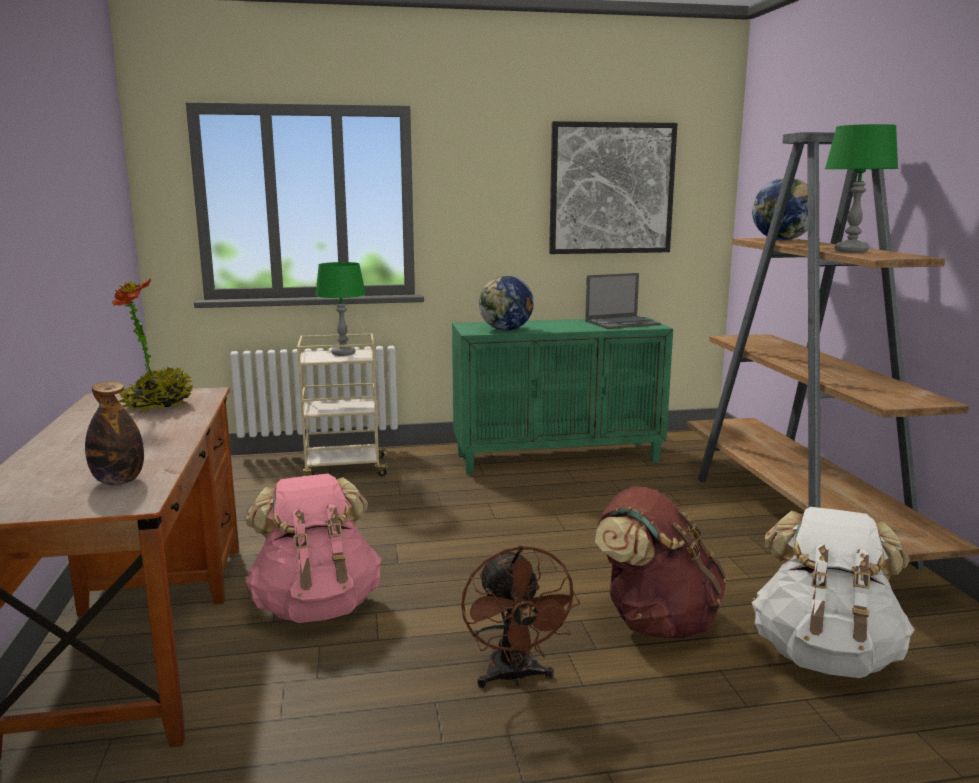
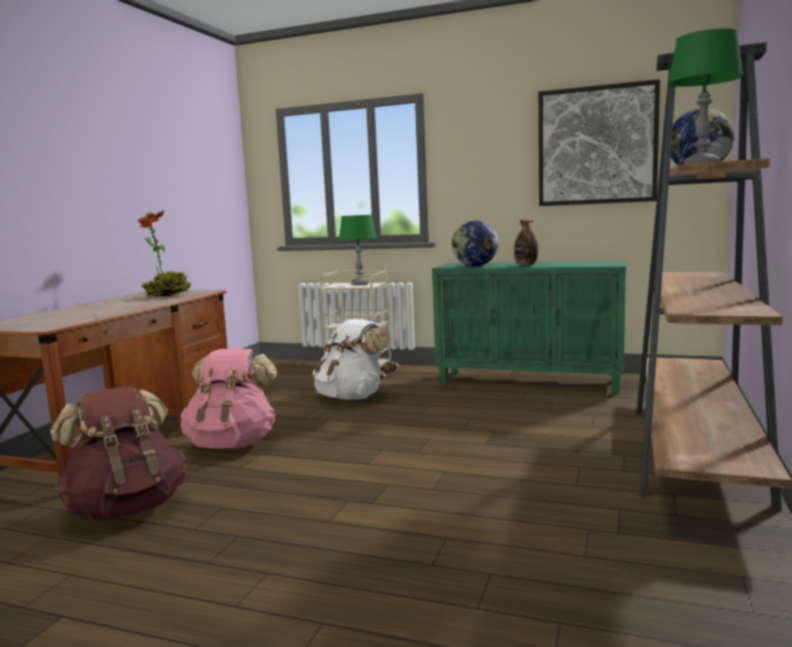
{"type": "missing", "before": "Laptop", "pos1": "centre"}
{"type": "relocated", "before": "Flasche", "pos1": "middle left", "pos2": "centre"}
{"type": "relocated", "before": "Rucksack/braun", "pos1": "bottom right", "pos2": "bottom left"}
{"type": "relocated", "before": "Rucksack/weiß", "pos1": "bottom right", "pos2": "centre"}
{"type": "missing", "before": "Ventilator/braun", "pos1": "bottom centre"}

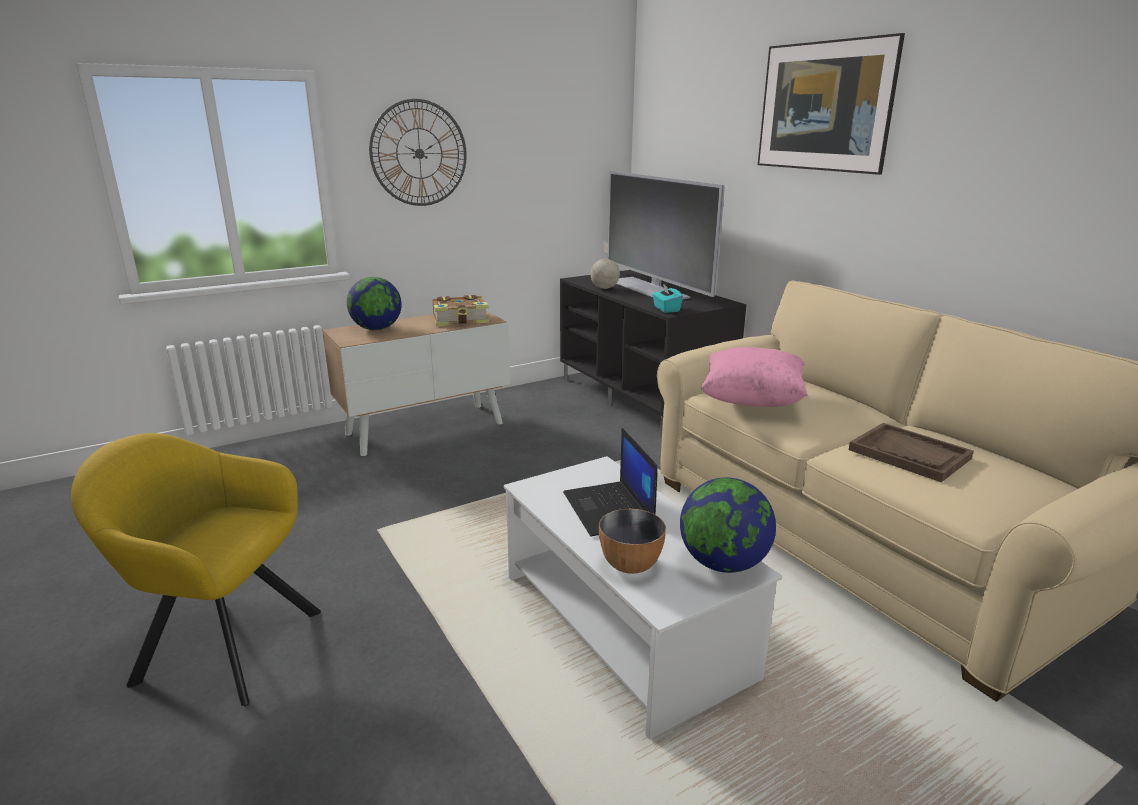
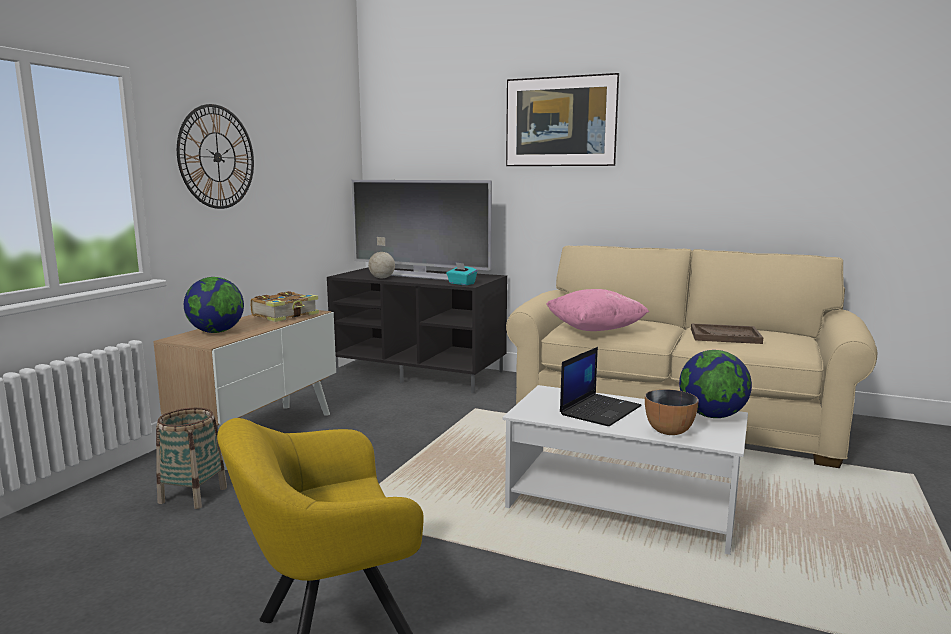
{"type": "spun", "before": "Laptop", "pos1": "centre", "pos2": "centre", "turn": -90}
{"type": "appeared", "after": "Korb", "pos2": "bottom left"}

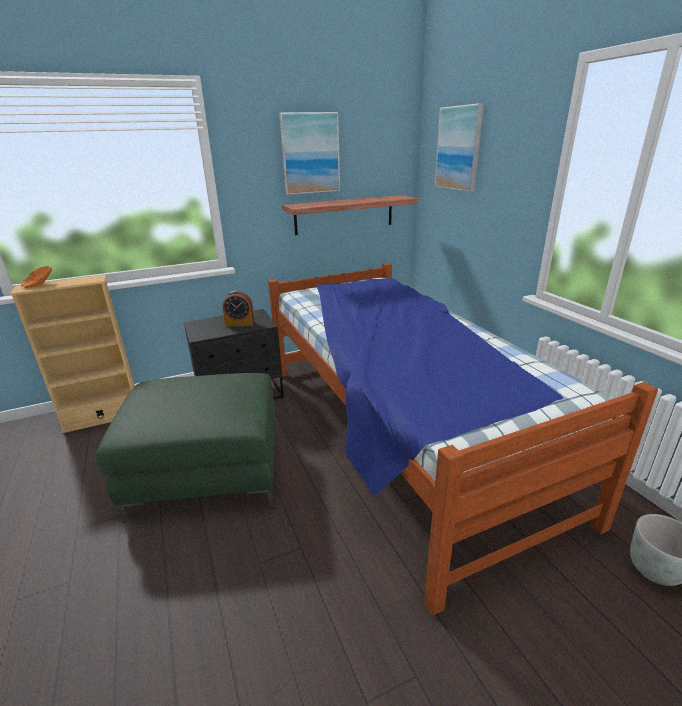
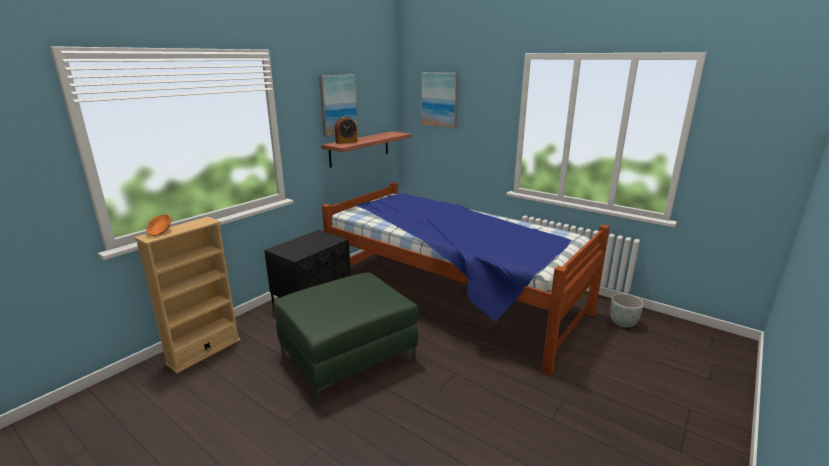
{"type": "relocated", "before": "Wecker", "pos1": "centre", "pos2": "top centre"}

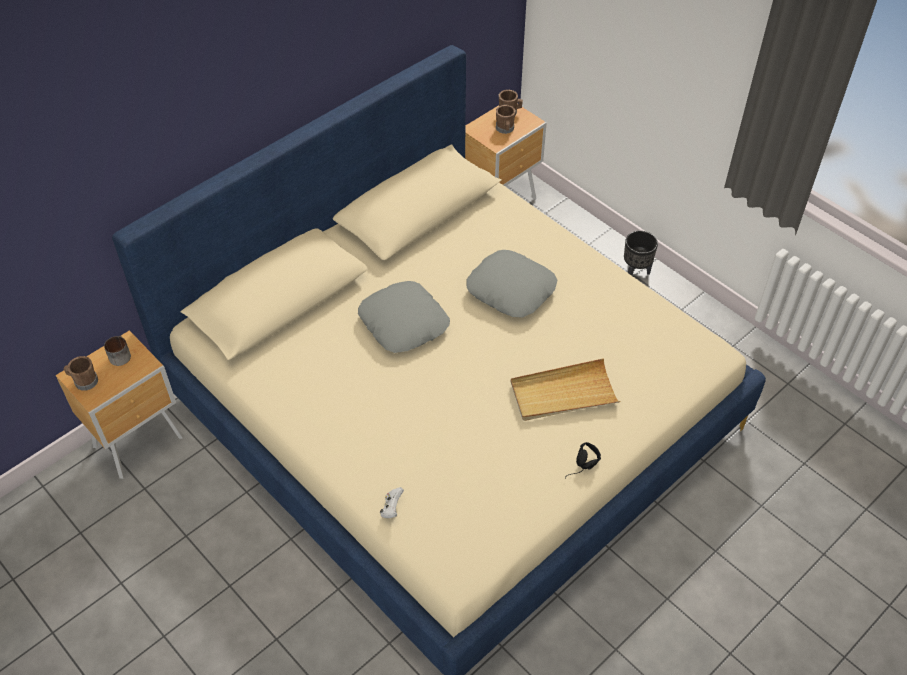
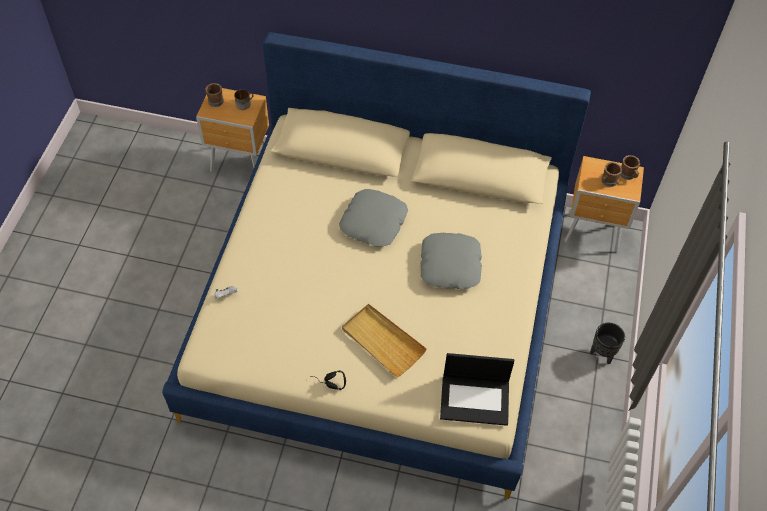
{"type": "appeared", "after": "Laptop", "pos2": "bottom centre"}

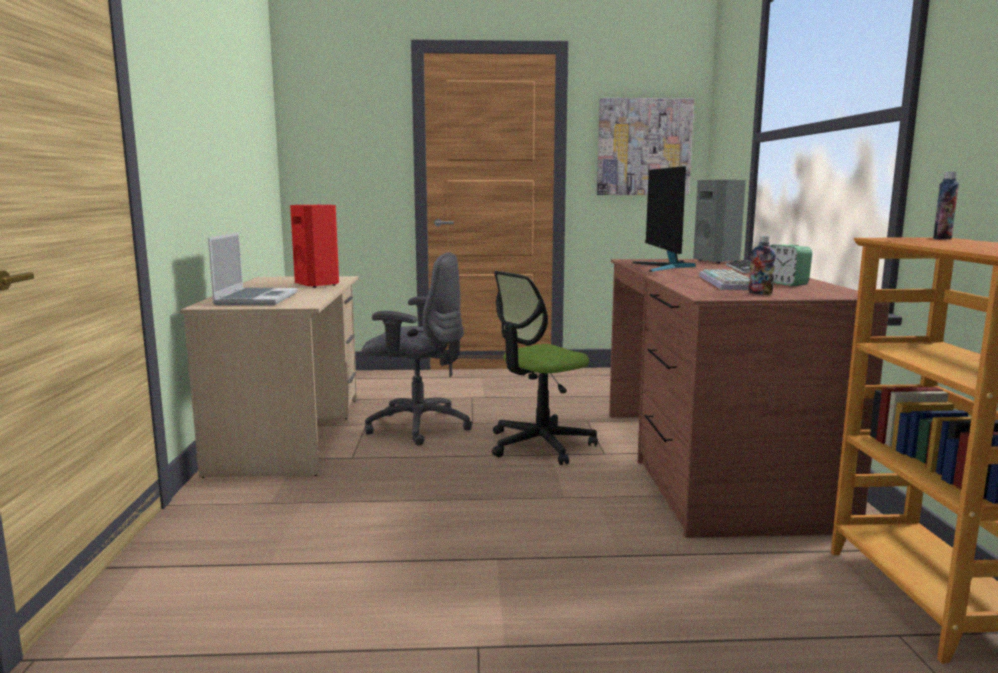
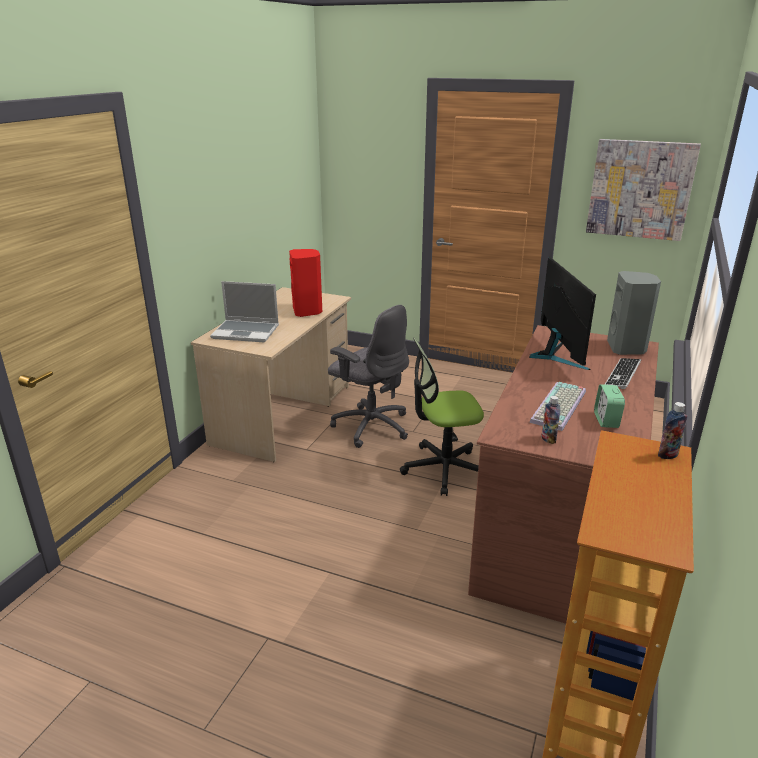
{"type": "spun", "before": "Monitor", "pos1": "top centre", "pos2": "middle right", "turn": 150}
{"type": "spun", "before": "Laptop", "pos1": "middle left", "pos2": "middle left", "turn": 75}

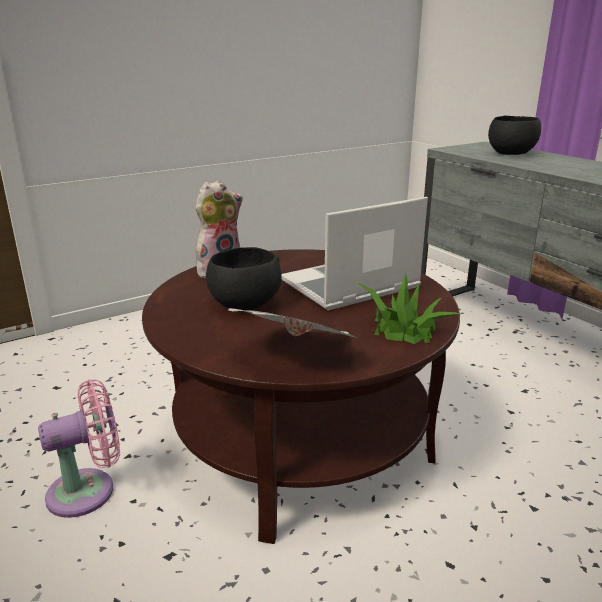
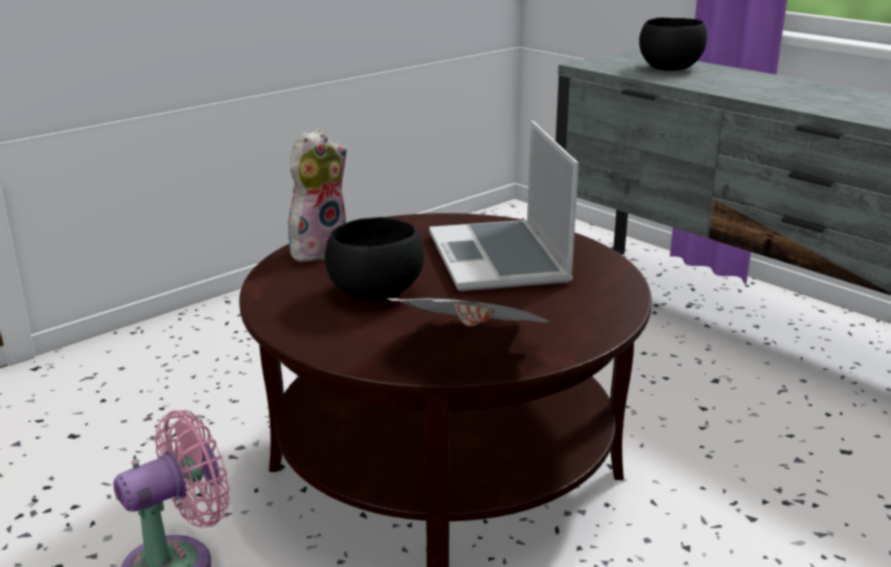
{"type": "spun", "before": "Laptop", "pos1": "centre", "pos2": "centre", "turn": -60}
{"type": "missing", "before": "Topfpflanze", "pos1": "middle right"}

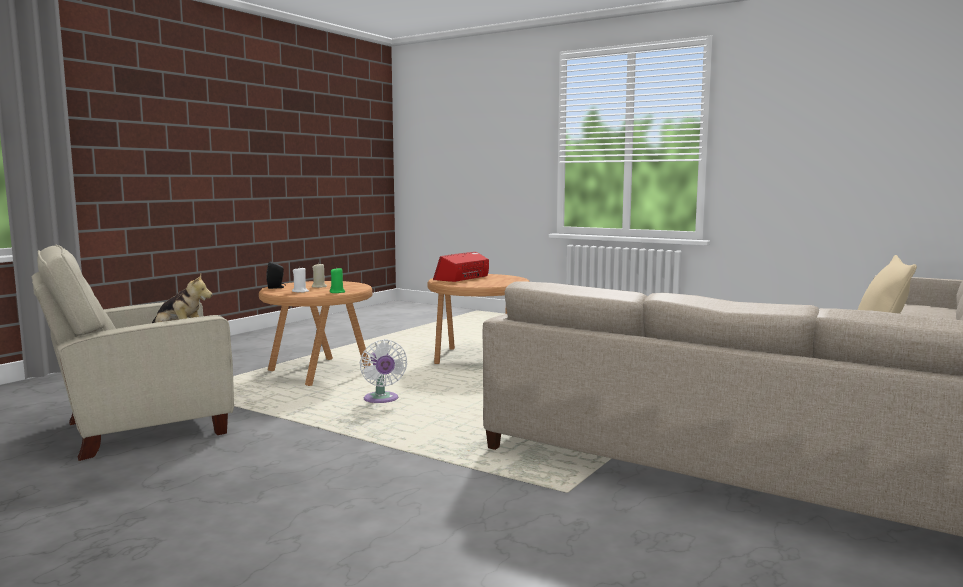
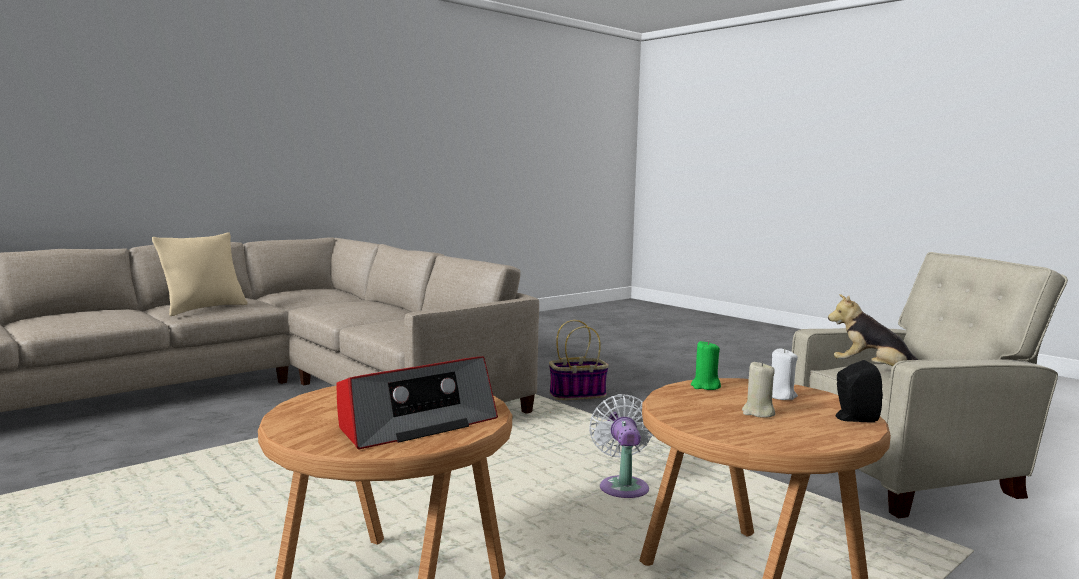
{"type": "appeared", "after": "Korb", "pos2": "centre"}

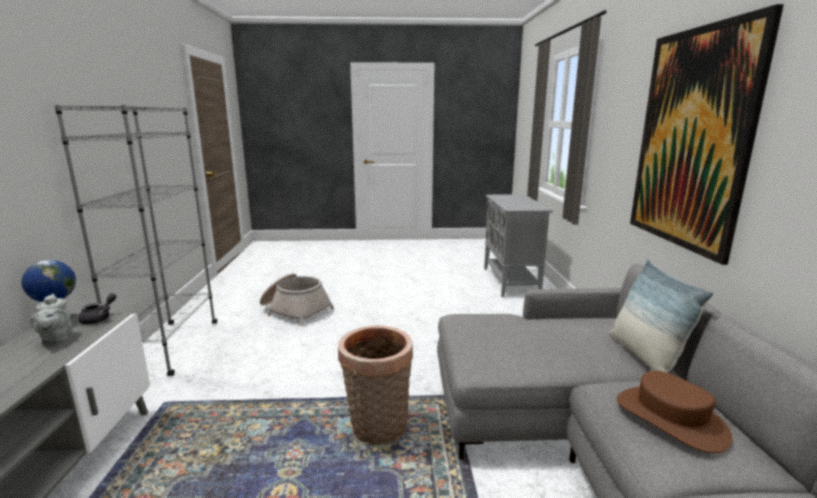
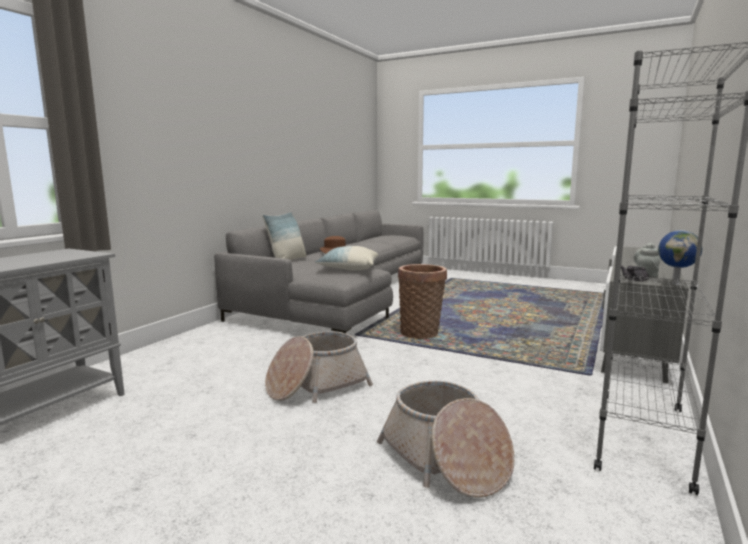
{"type": "missing", "before": "Bild", "pos1": "top right"}
{"type": "appeared", "after": "Kissen (no. 2 from left)", "pos2": "centre"}
{"type": "appeared", "after": "Korb (no. 1 from left)", "pos2": "bottom centre"}

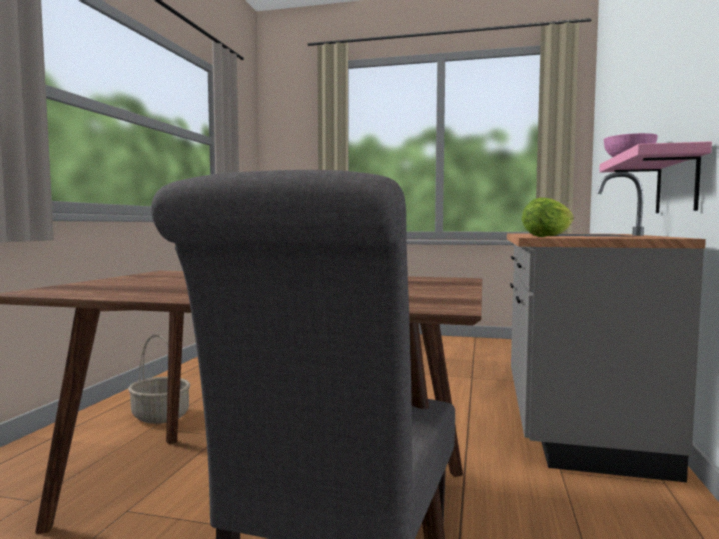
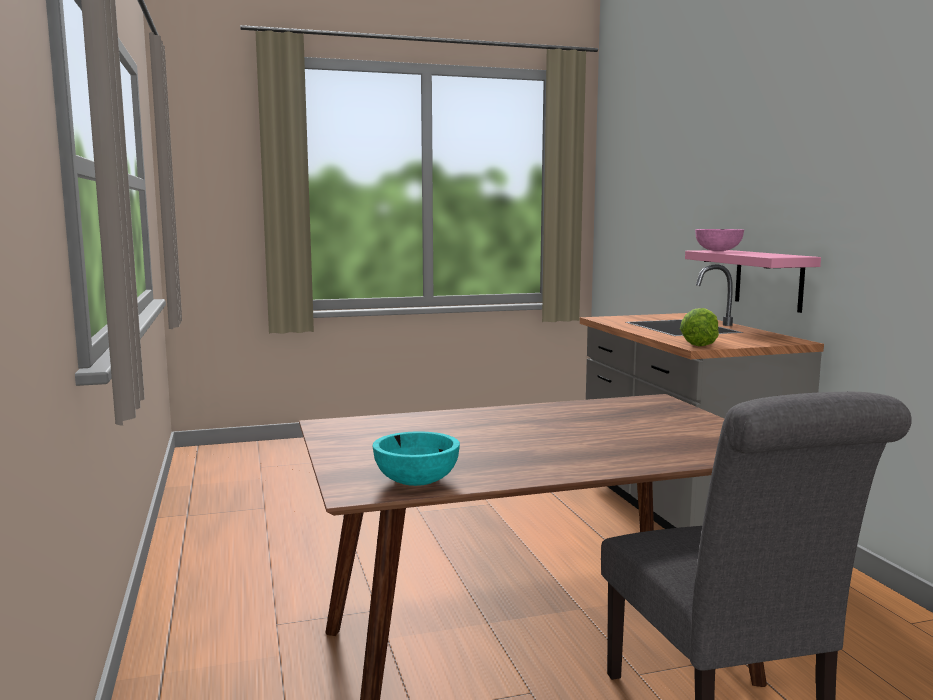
{"type": "missing", "before": "Korb", "pos1": "bottom left"}
{"type": "appeared", "after": "Schüssel/türkis", "pos2": "centre"}

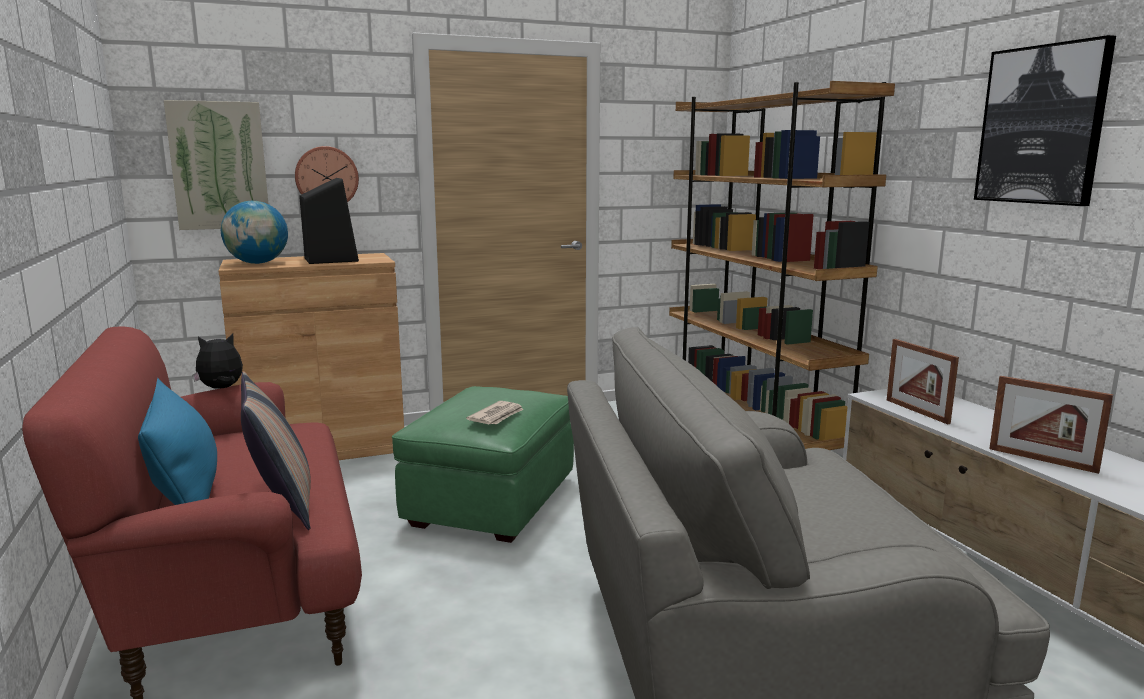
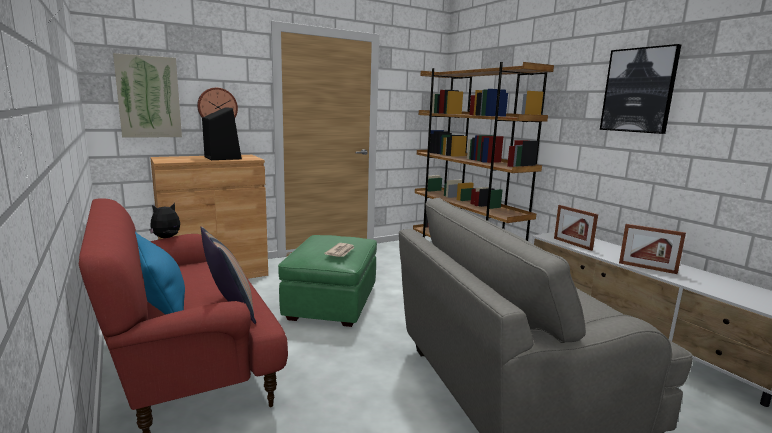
{"type": "missing", "before": "Globus", "pos1": "top left"}

